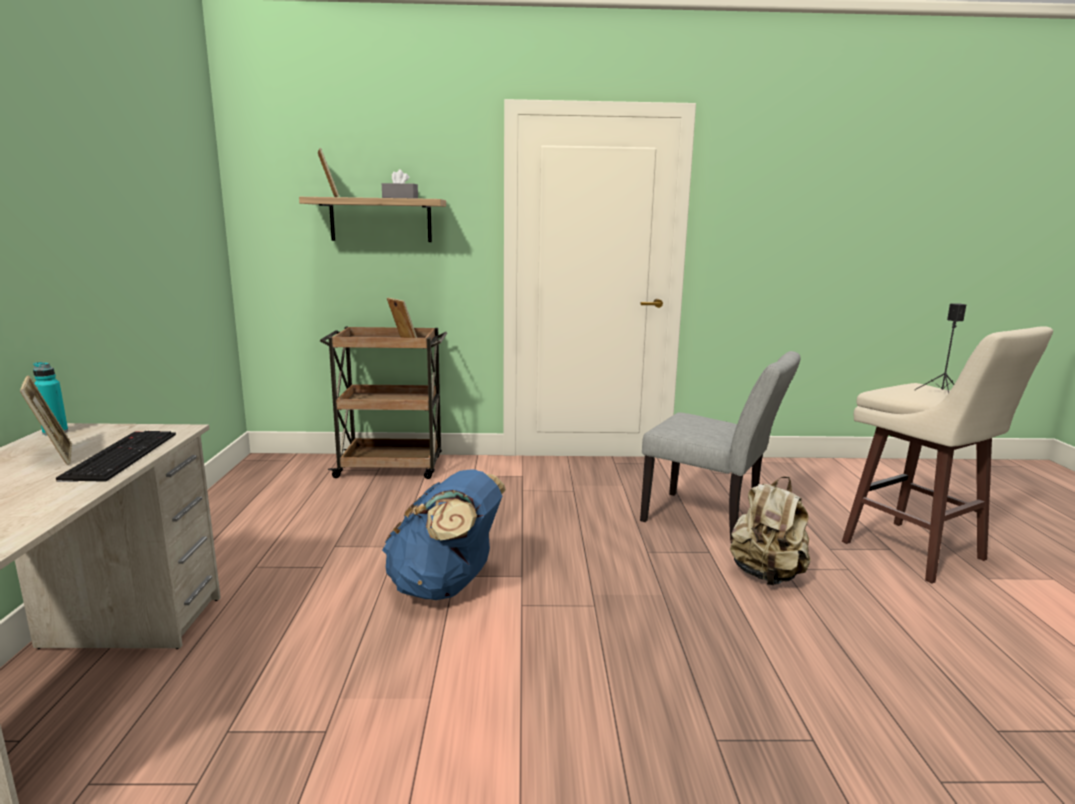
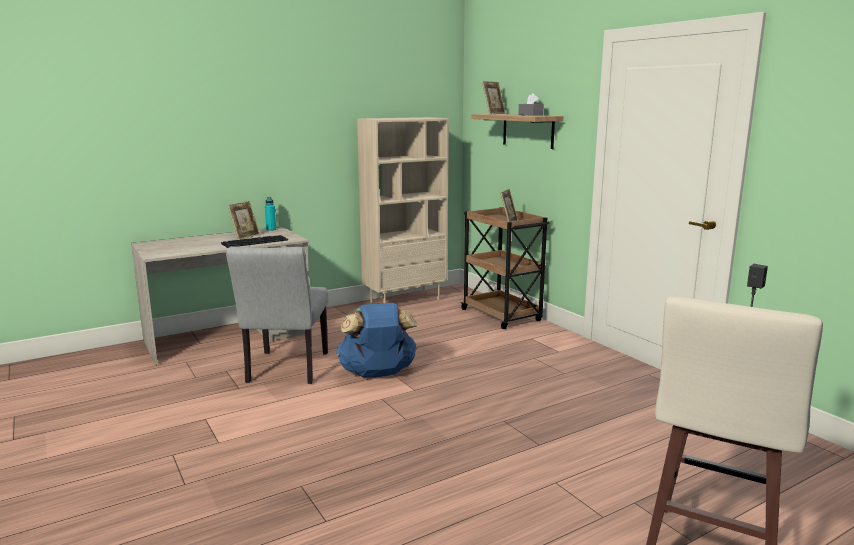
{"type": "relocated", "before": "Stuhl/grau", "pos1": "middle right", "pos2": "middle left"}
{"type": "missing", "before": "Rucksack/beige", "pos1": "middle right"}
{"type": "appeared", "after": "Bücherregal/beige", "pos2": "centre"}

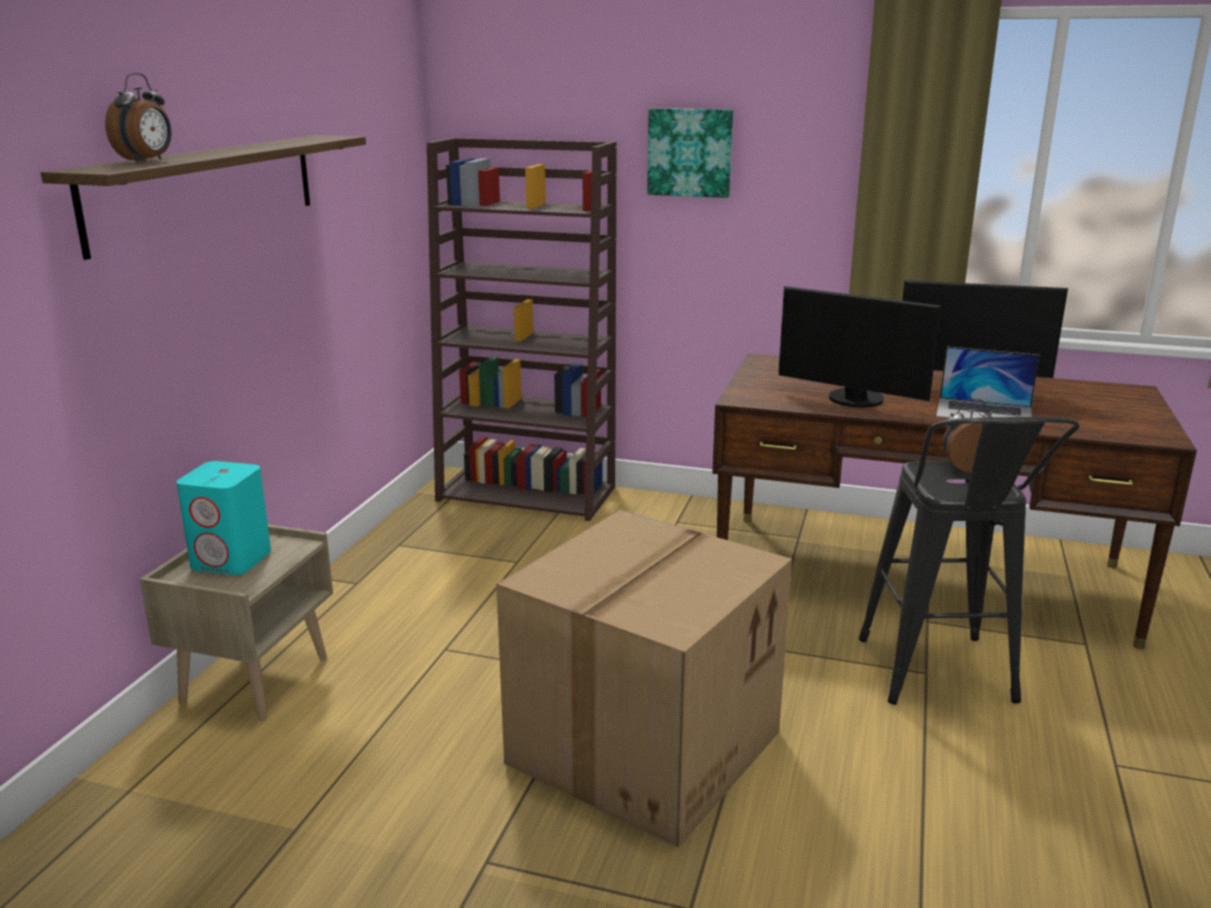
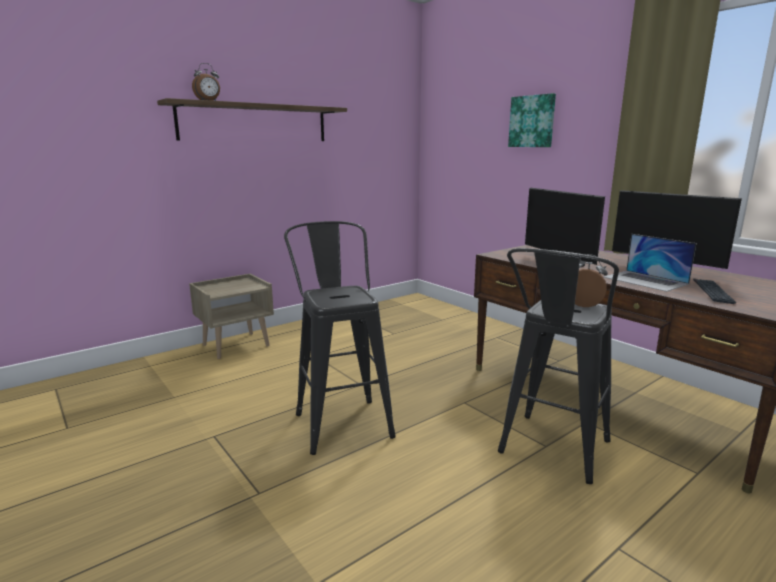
{"type": "missing", "before": "Bücherregal/braun", "pos1": "centre"}
{"type": "missing", "before": "Lautsprecher/türkis", "pos1": "middle left"}
{"type": "exchanged", "before": "Karton", "after": "Hocker/schwarz (no. 1 from left)", "pos1": "bottom centre", "pos2": "centre"}
{"type": "appeared", "after": "Tastatur", "pos2": "middle right"}

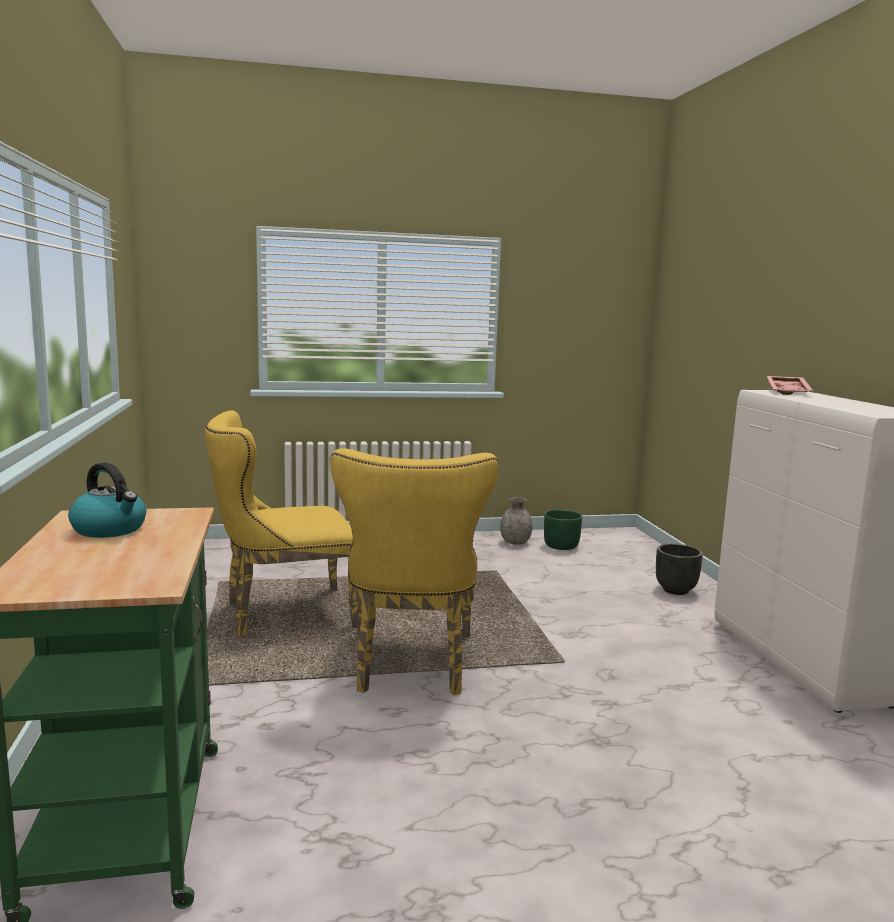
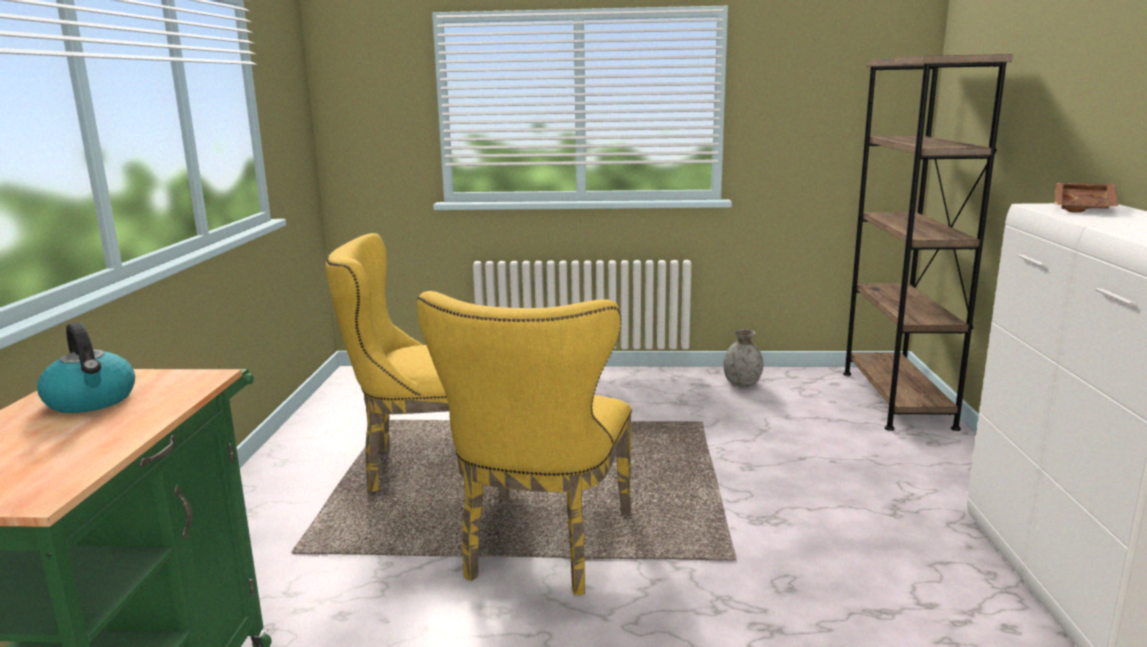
{"type": "colour", "before": "Tablett/rosa", "after": "Tablett/braun", "pos1": "middle right", "pos2": "top right"}
{"type": "missing", "before": "Pflanzkübel/grün", "pos1": "centre"}
{"type": "missing", "before": "Pflanzkübel/schwarz", "pos1": "middle right"}
{"type": "appeared", "after": "Bücherregal/braun", "pos2": "middle right"}

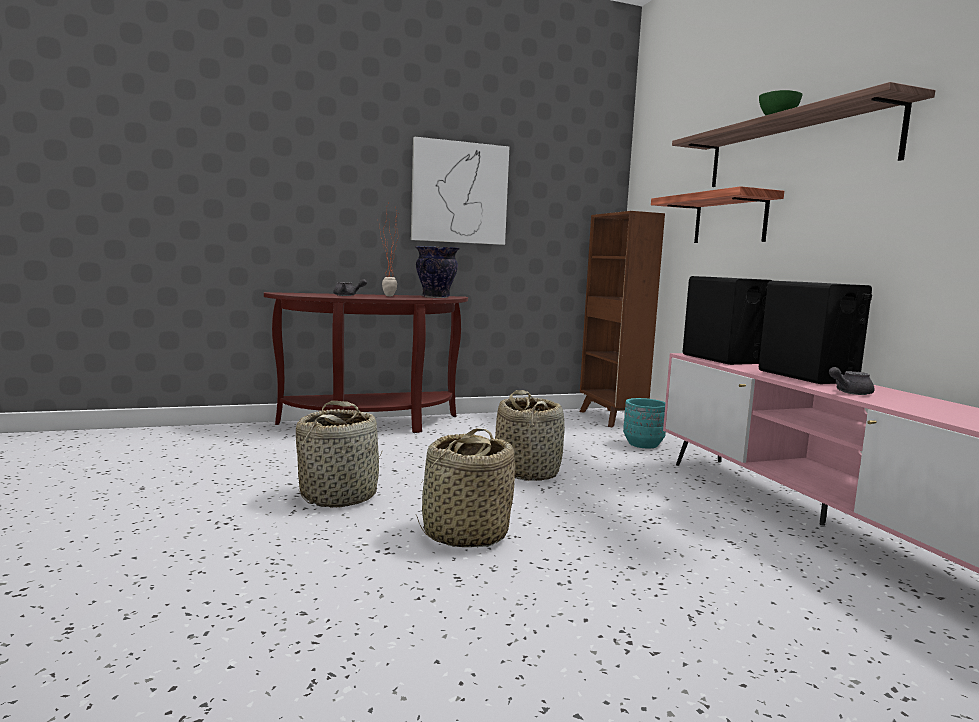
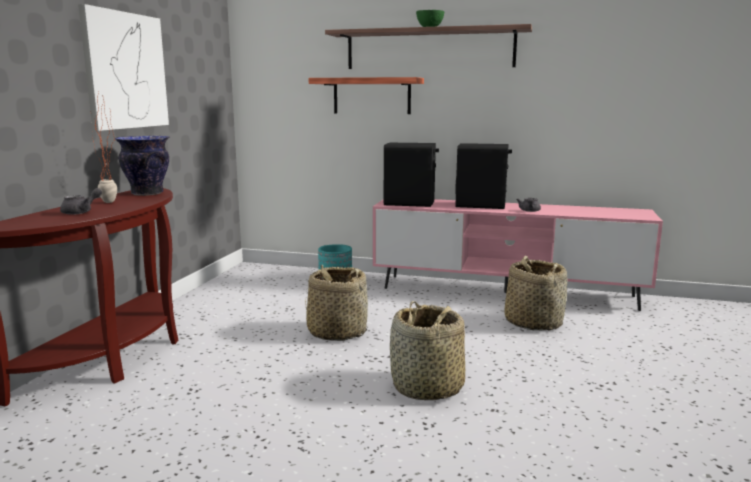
{"type": "missing", "before": "Bücherregal/braun", "pos1": "centre"}
{"type": "relocated", "before": "Korb (no. 1 from left in the first image)", "after": "Korb (no. 3 from left)", "pos1": "centre", "pos2": "middle right"}

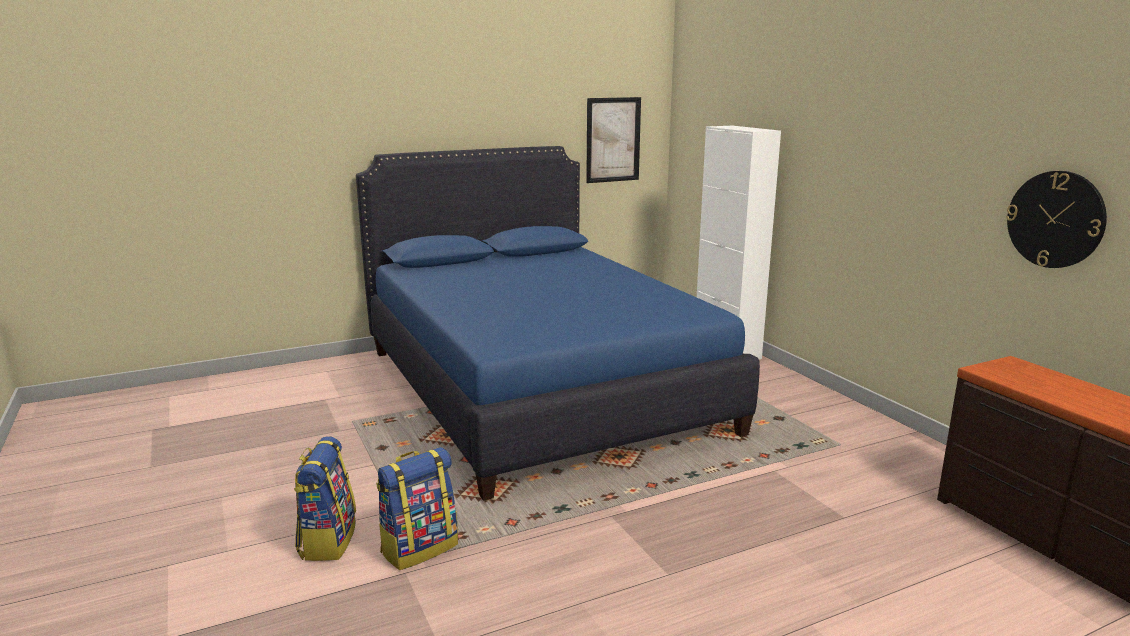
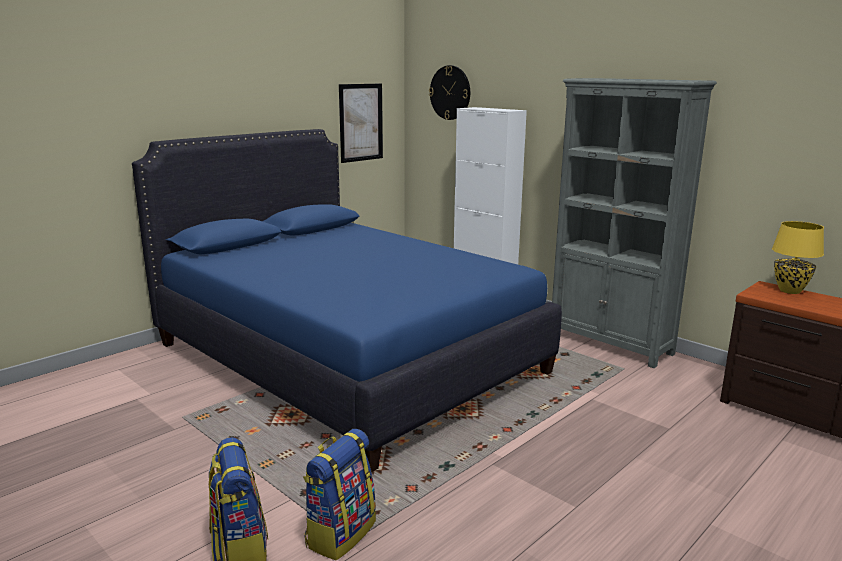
{"type": "relocated", "before": "Wanduhr", "pos1": "middle right", "pos2": "top centre"}
{"type": "appeared", "after": "Bücherregal/grau", "pos2": "middle right"}
{"type": "appeared", "after": "Tischlampe/gelb", "pos2": "middle right"}

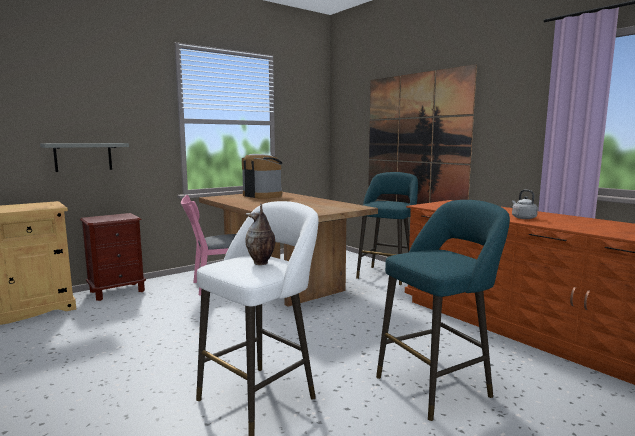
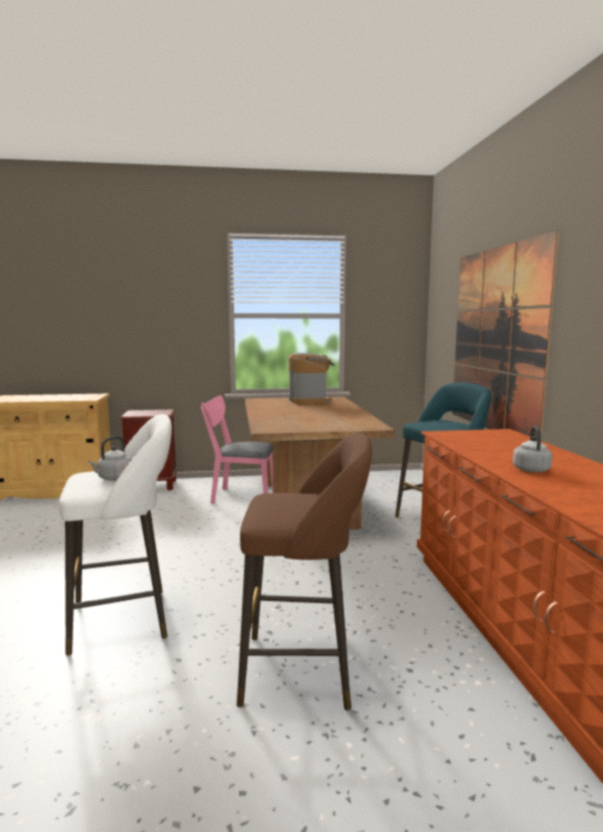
{"type": "missing", "before": "Wandregal/grau", "pos1": "middle left"}
{"type": "colour", "before": "Hocker/türkis (no. 2 from left)", "after": "Hocker/braun", "pos1": "bottom right", "pos2": "bottom centre"}
{"type": "exchanged", "before": "Vase", "after": "Wasserkessel/grau (no. 1 from left)", "pos1": "centre", "pos2": "middle left"}

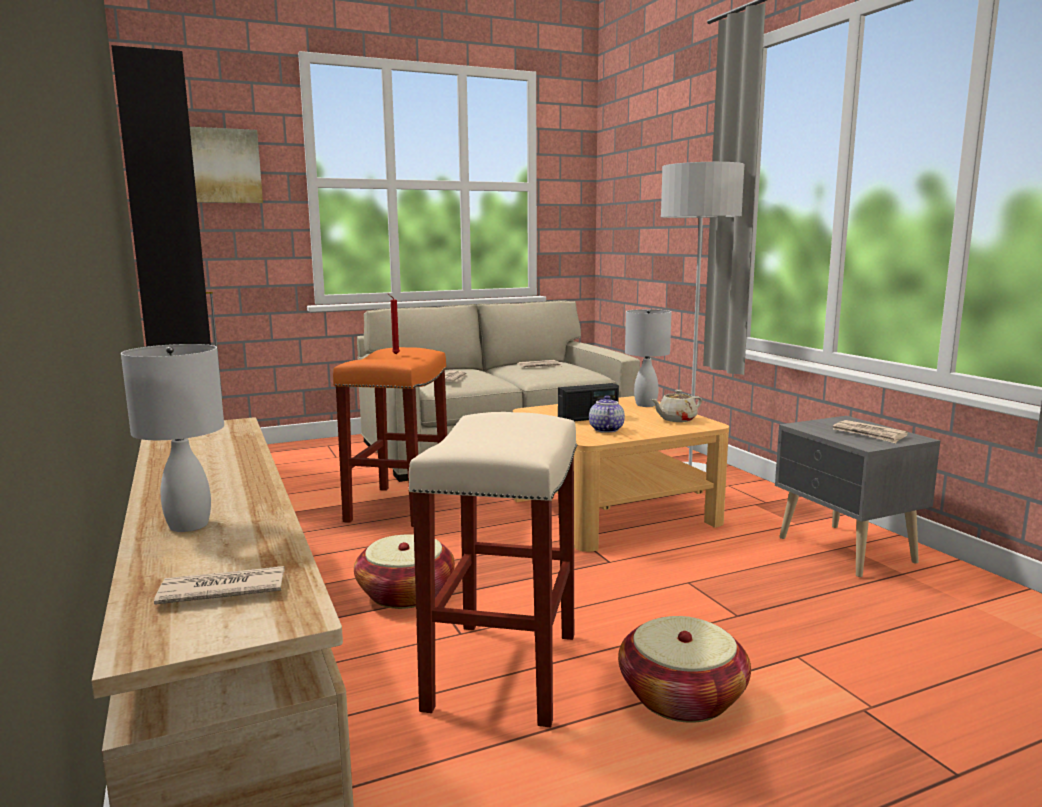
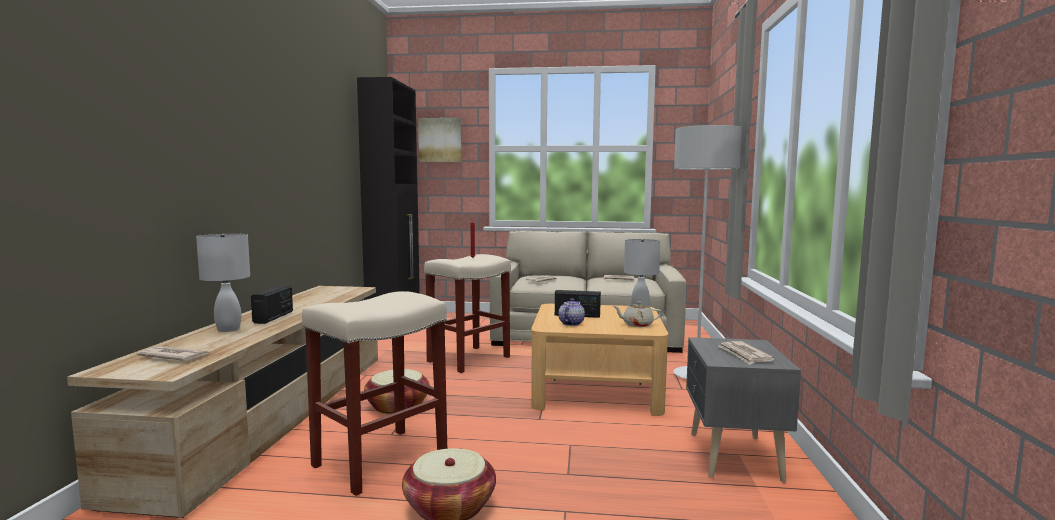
{"type": "colour", "before": "Hocker/orange", "after": "Hocker/beige (no. 2 from left)", "pos1": "centre", "pos2": "centre"}
{"type": "appeared", "after": "Radio (no. 1 from left)", "pos2": "middle left"}

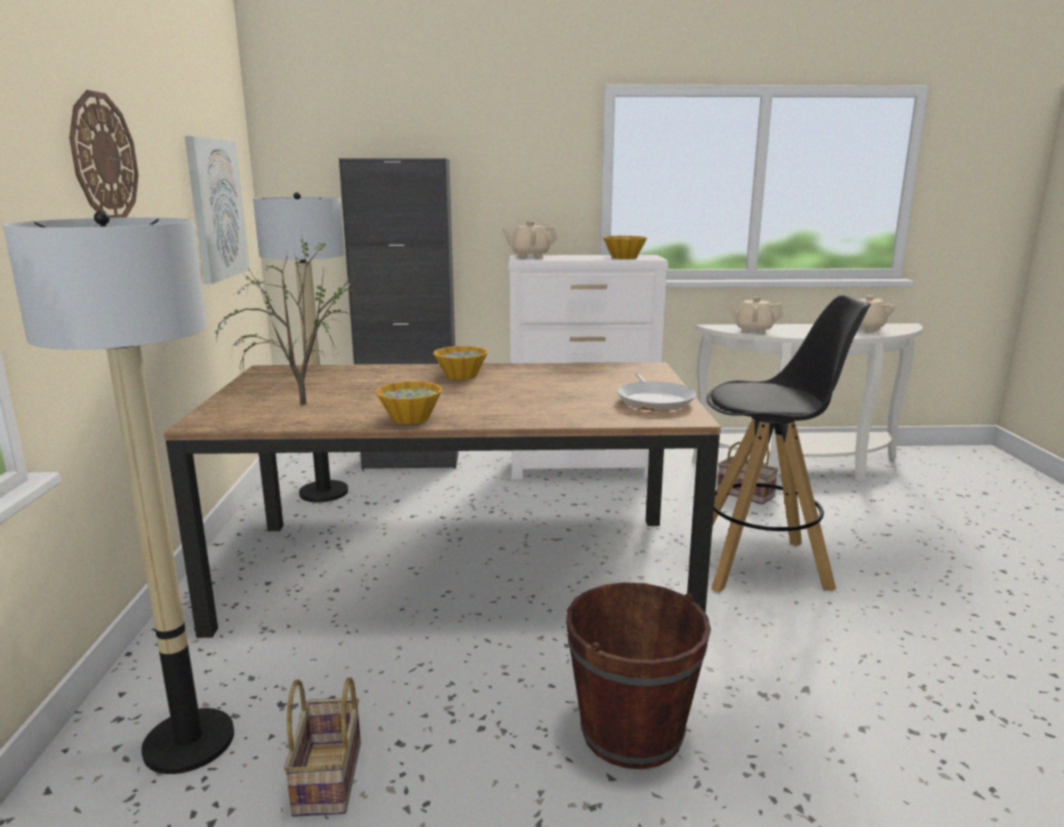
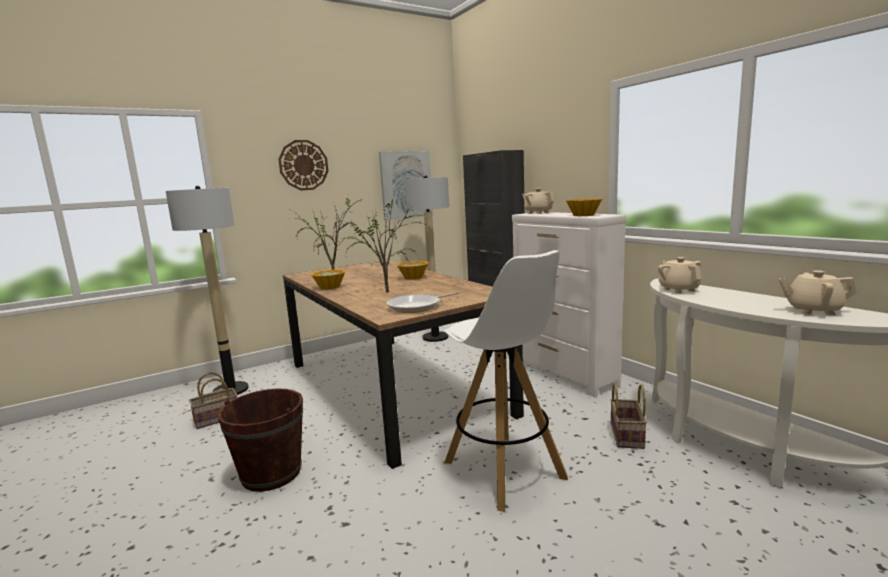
{"type": "colour", "before": "Hocker/schwarz", "after": "Hocker/weiß", "pos1": "middle right", "pos2": "centre"}
{"type": "appeared", "after": "Topfpflanze (no. 2 from left)", "pos2": "centre"}

